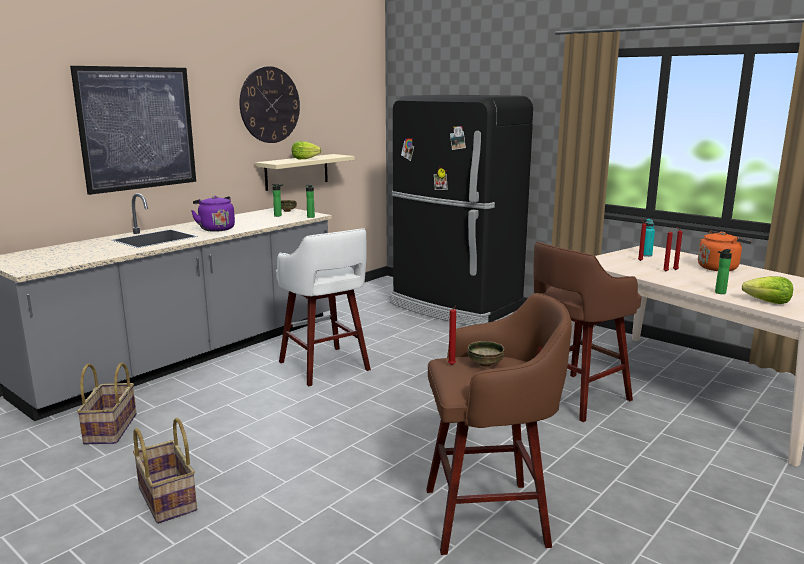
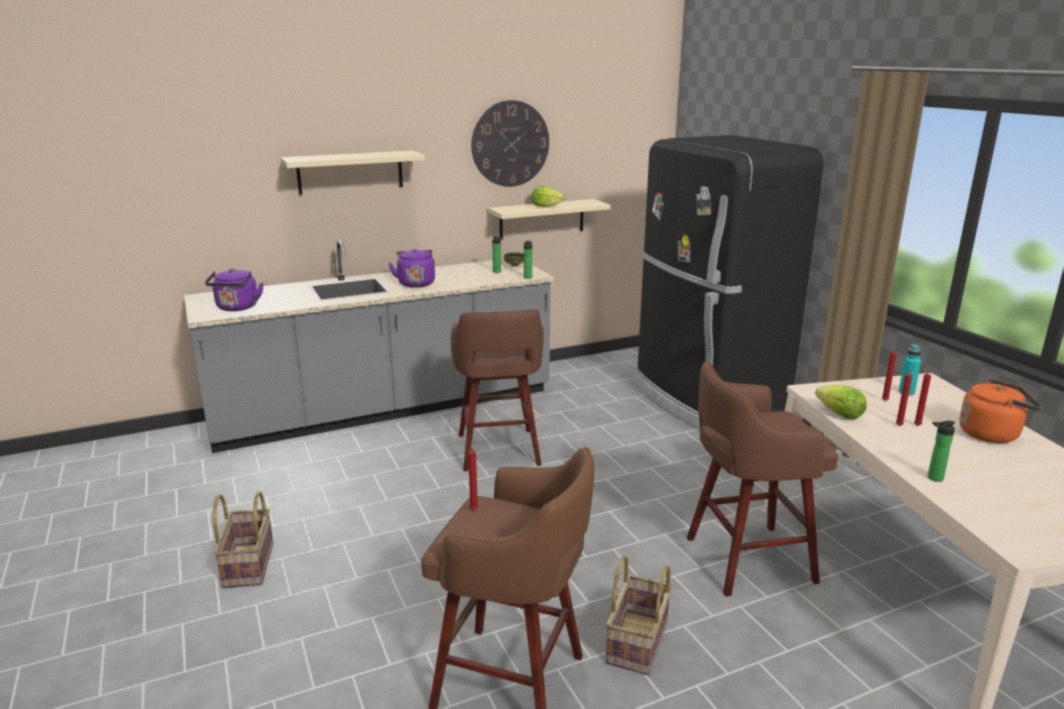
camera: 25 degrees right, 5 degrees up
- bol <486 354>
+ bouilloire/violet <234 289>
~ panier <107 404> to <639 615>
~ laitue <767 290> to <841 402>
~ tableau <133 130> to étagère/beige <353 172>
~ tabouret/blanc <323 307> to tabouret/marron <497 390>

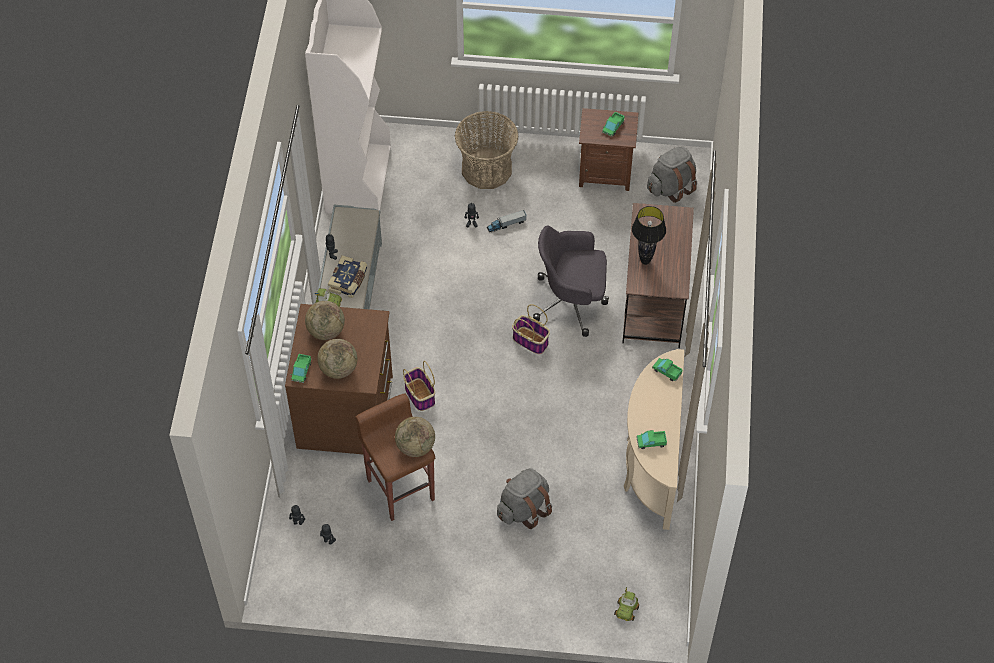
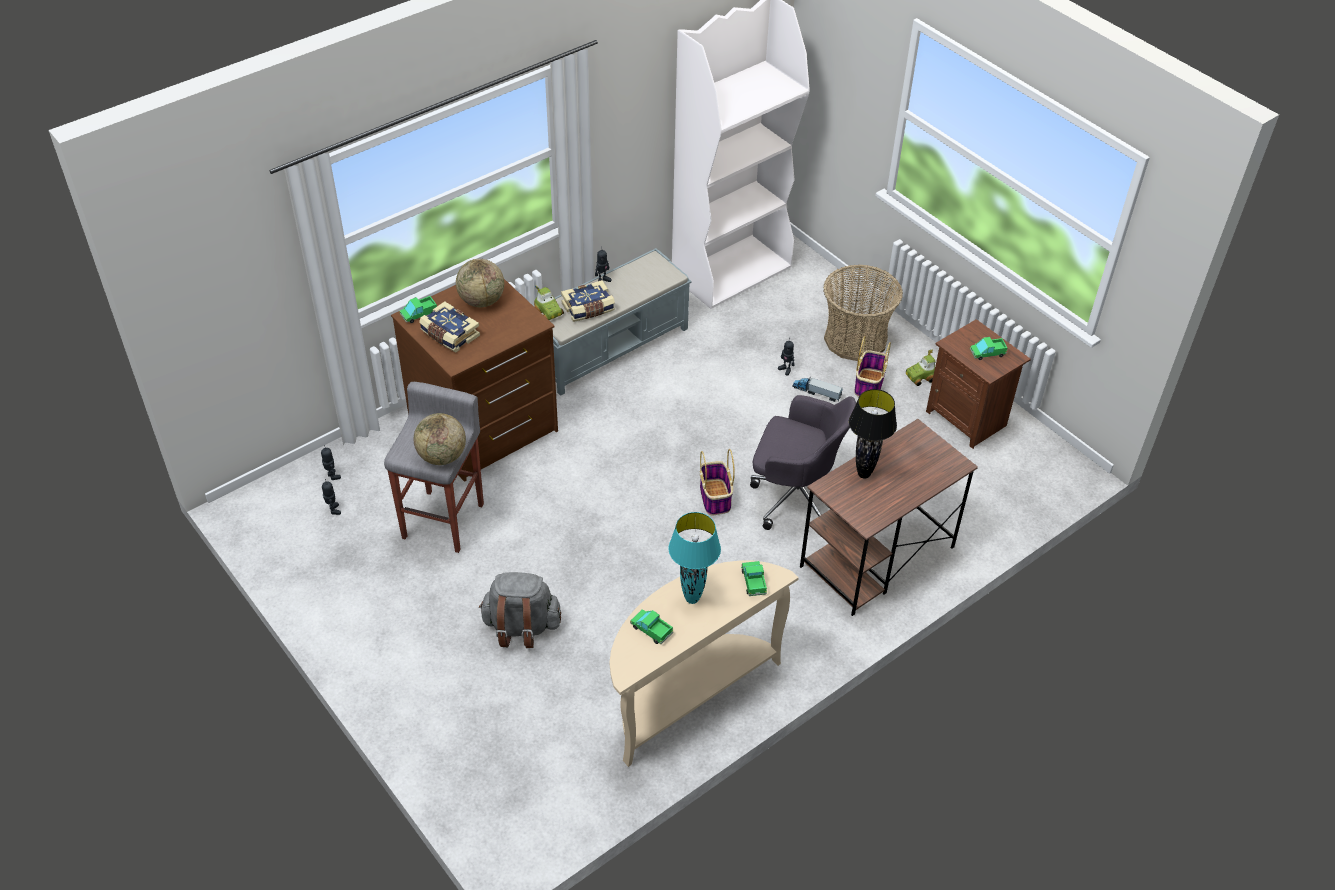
camera: 45 degrees right, 10 degrees down
- sac à dos/gris <672 174>
+ lampe de table/turquoise <694 558>
~ panier <419 386> to <872 366>
~ petite voiture <626 604> to <921 368>
~ globe <337 359> to livre <449 326>
~ tabouret/marron <395 457> to tabouret/gris <434 467>
~ chaise de bureau/gris <571 281> = <803 462> 150 degrees clockwise

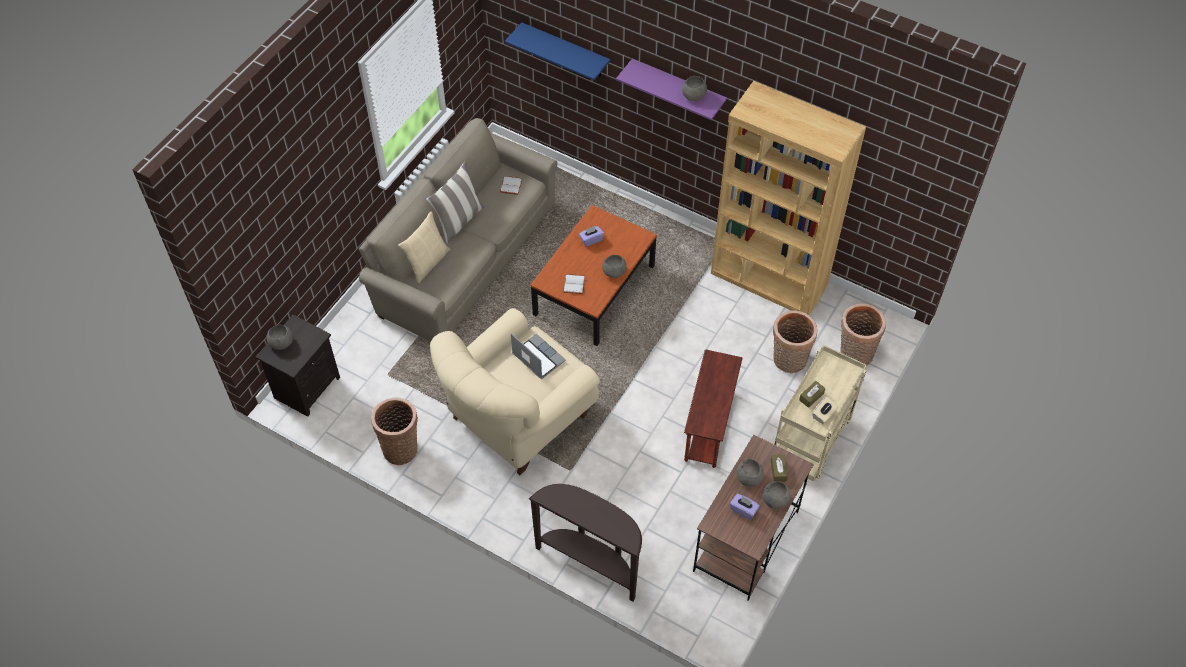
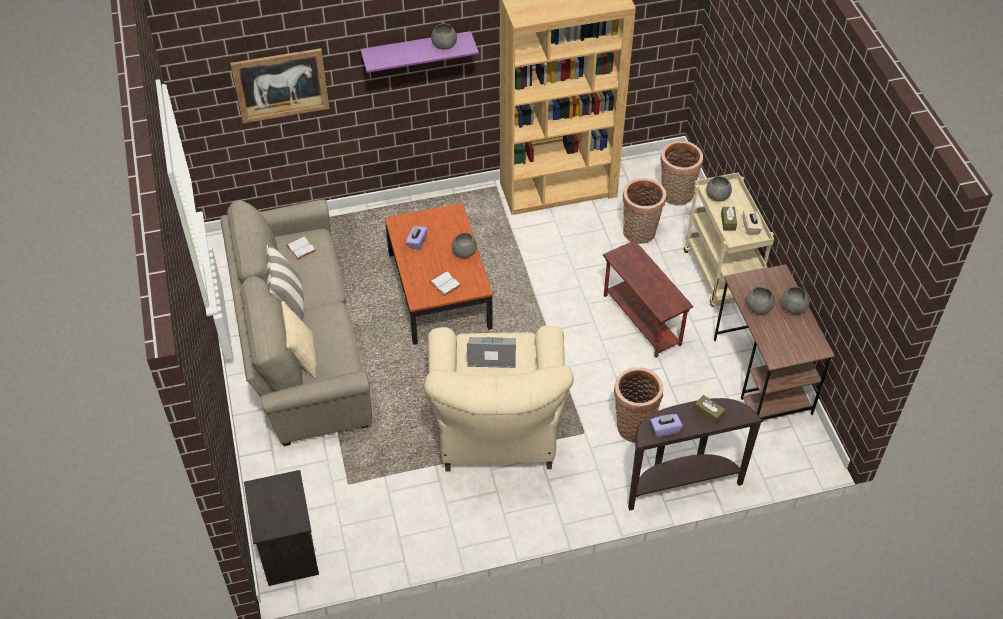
camera: 45 degrees left, 5 degrees down
~ bol/gris <280 337> to <719 189>
~ panier <394 431> to <638 405>
~ boîte à mouchoirs/violet <745 507> to <666 425>
~ boîte à mouchoirs/marron <779 468> to <709 410>
~ étagère/bleu <557 51> to tableau <280 85>

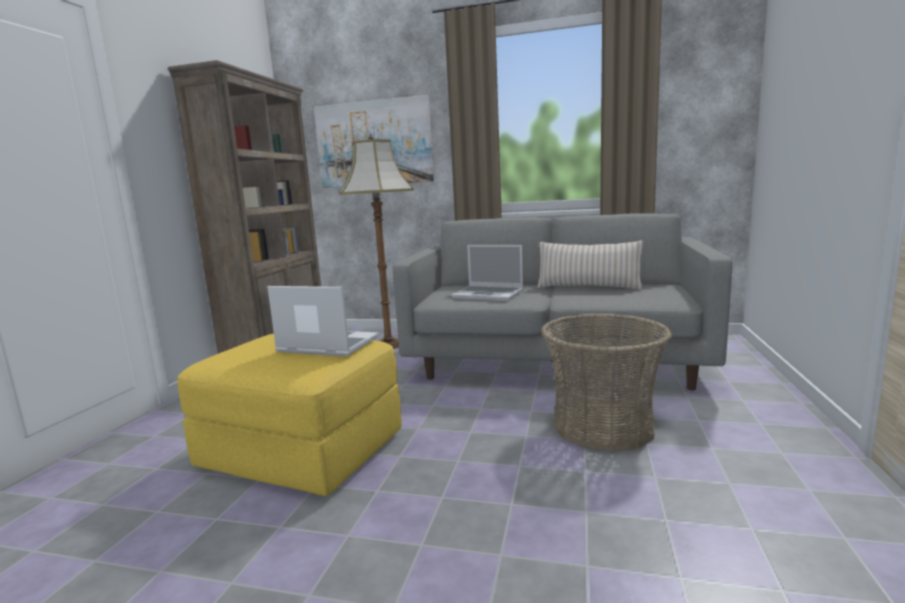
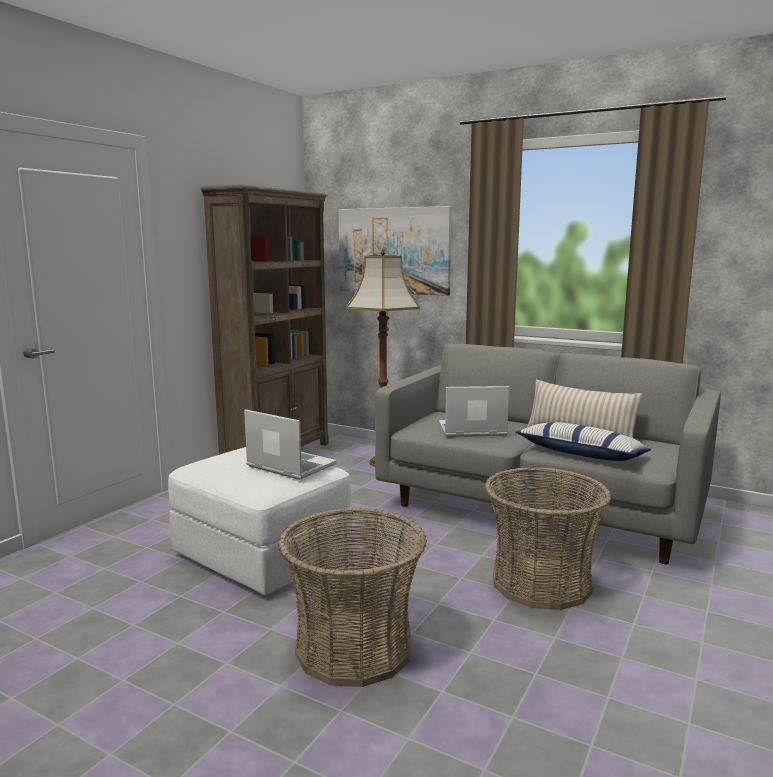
camera: 15 degrees right, 0 degrees up
+ panier <352 597>
+ coussin <583 441>
~ pouf/jaune <290 415> to pouf/blanc <260 521>
~ ordinateur portable <487 273> = <474 411> 135 degrees clockwise

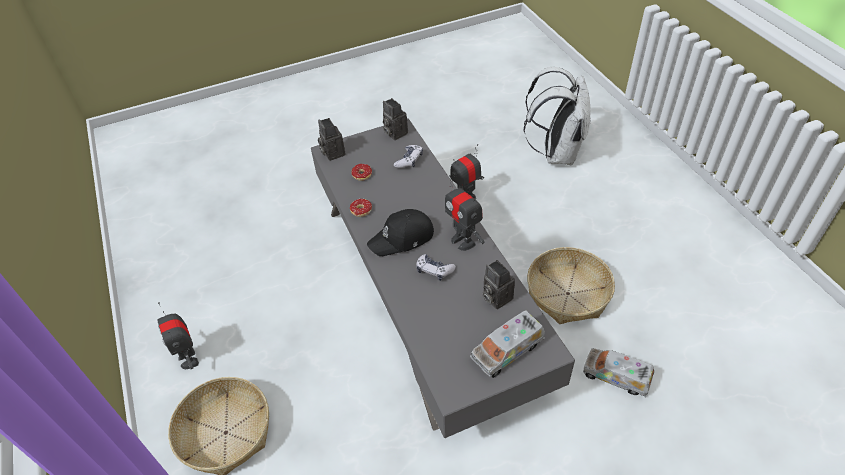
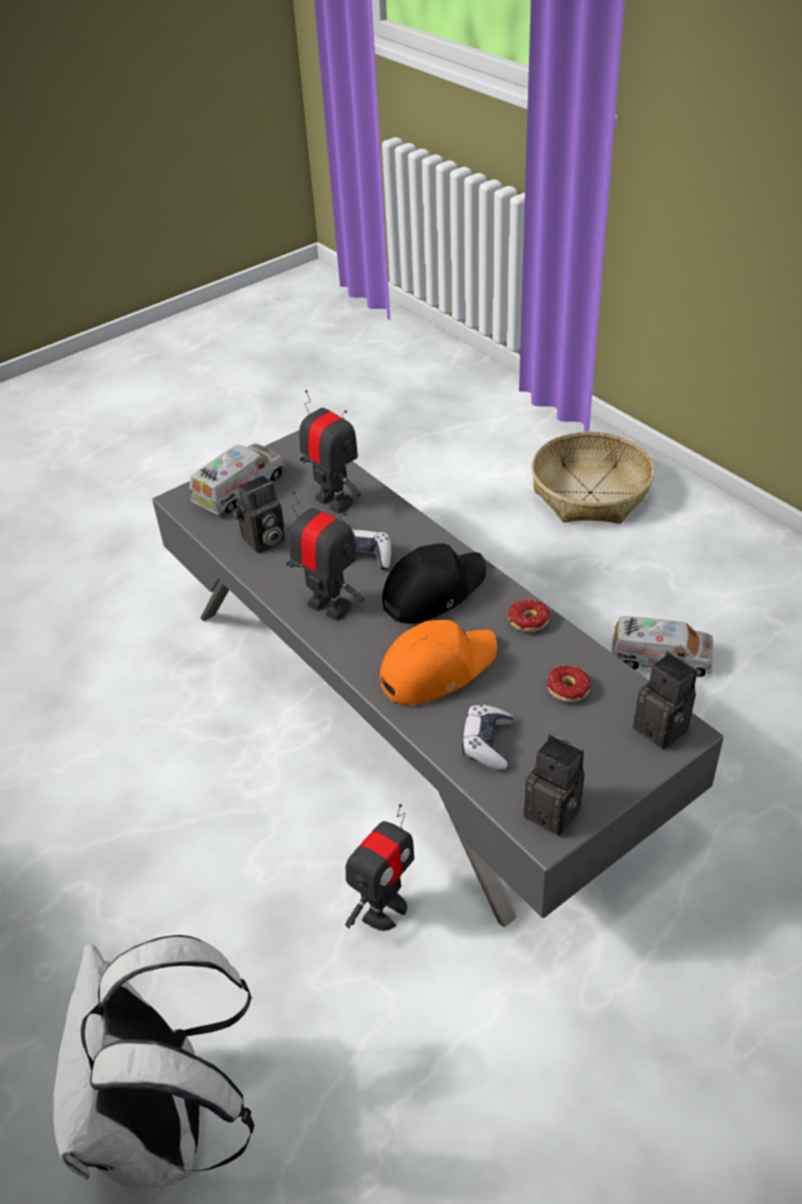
camera: 165 degrees right, 5 degrees down
- panier <571 285>
+ casquette/orange <438 662>
~ robot jouet <178 335> to <330 452>
~ camion jouet <618 372> to <662 646>
~ appareil photo <499 284> = <258 514> 105 degrees clockwise

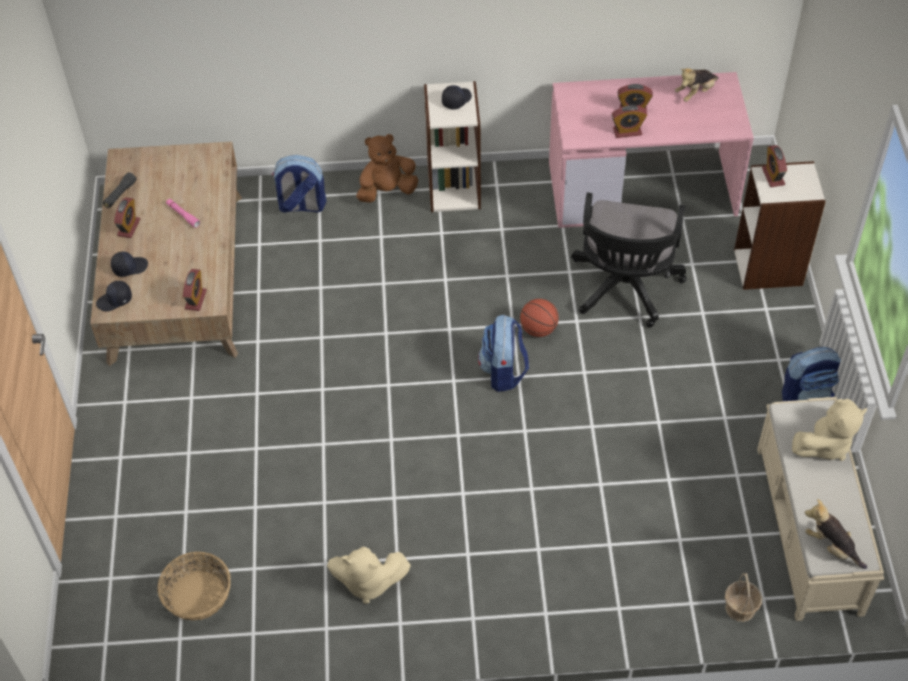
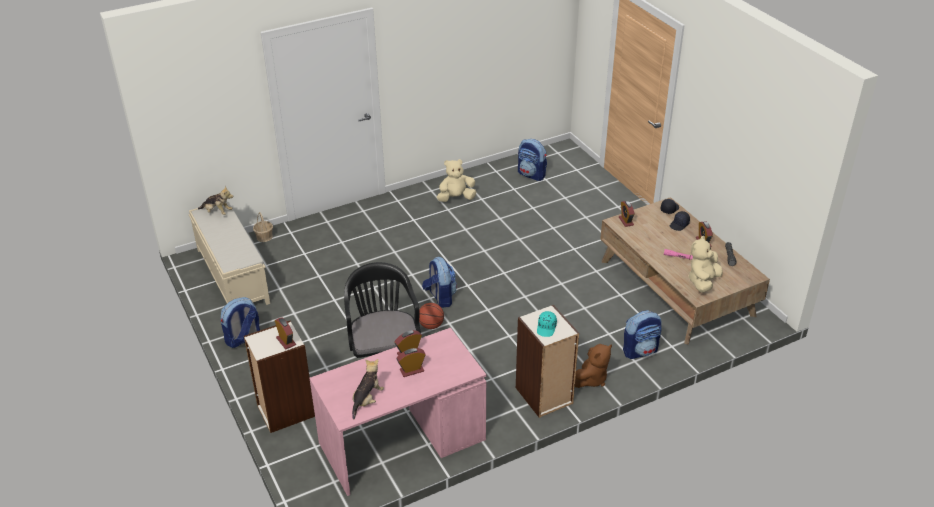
camera: 155 degrees right, 15 degrees down
~ peluche/beige <829 430> to <705 264>
~ panier <194 586> to sac à dos <532 160>
~ casquette/noir <457 97> to casquette/turquoise <547 324>

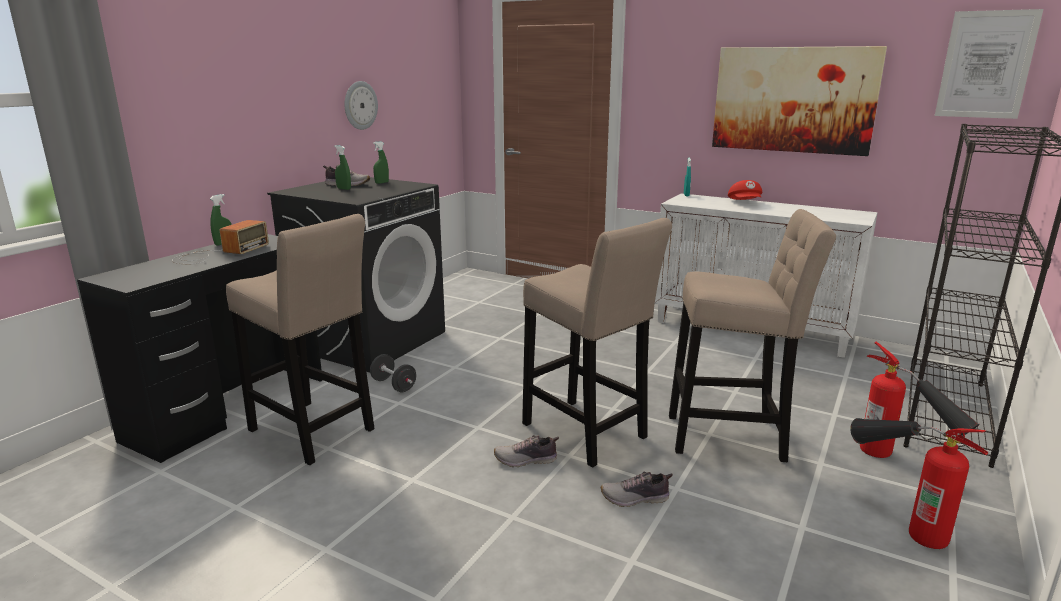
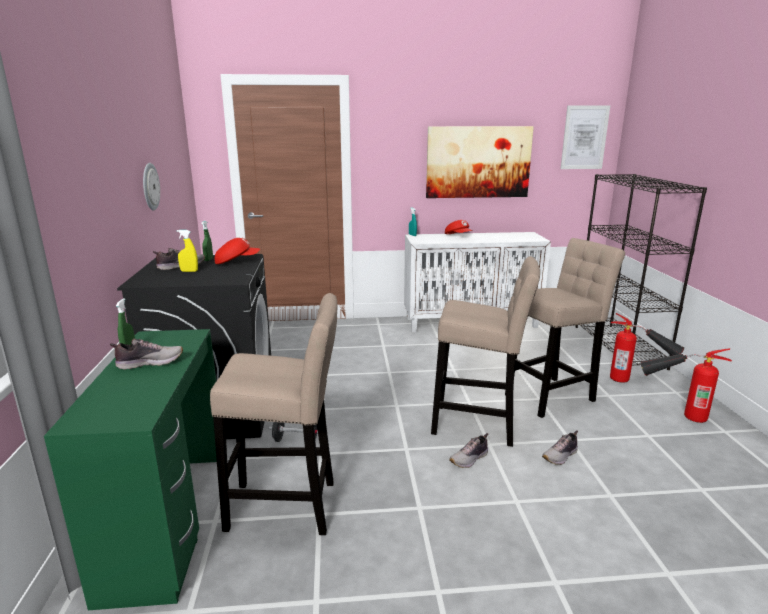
camera: 35 degrees left, 0 degrees up
+ casquette/rouge <237 251>
~ radio <220 242> to chaussure <146 354>
~ bureau/noir <200 348> to bureau/vert <130 469>
~ vaporisateur/vert <342 167> to vaporisateur/jaune <187 251>

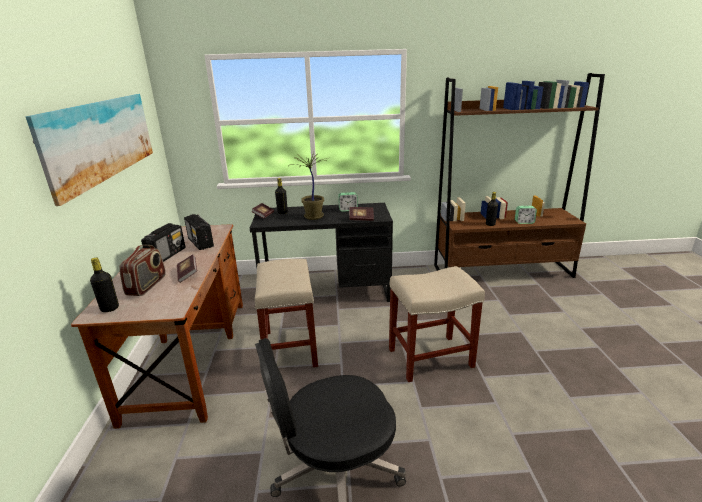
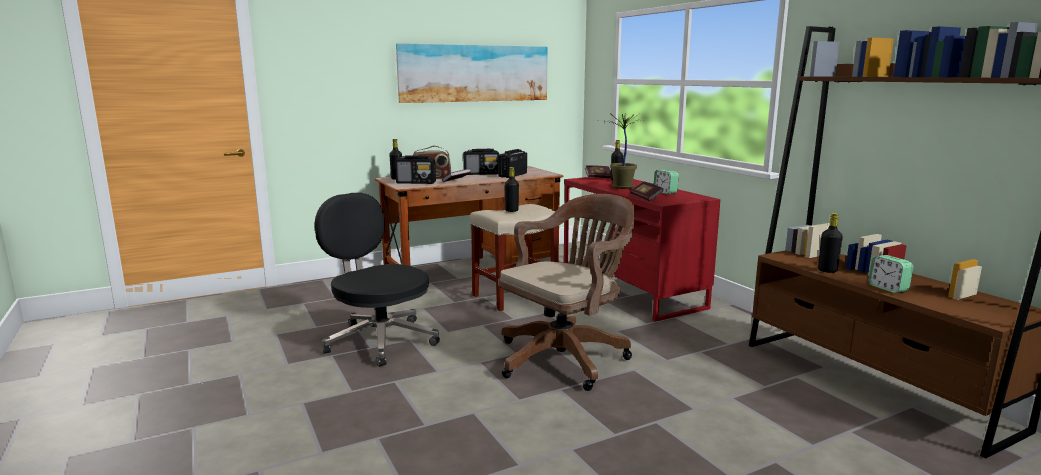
camera: 65 degrees right, 10 degrees down
+ radio <415 169>
+ bouteille/noir <512 189>
~ tabouret/beige <437 324> to chaise de bureau/marron <566 292>
~ bureau/noir <321 252> to bureau/rouge <642 249>

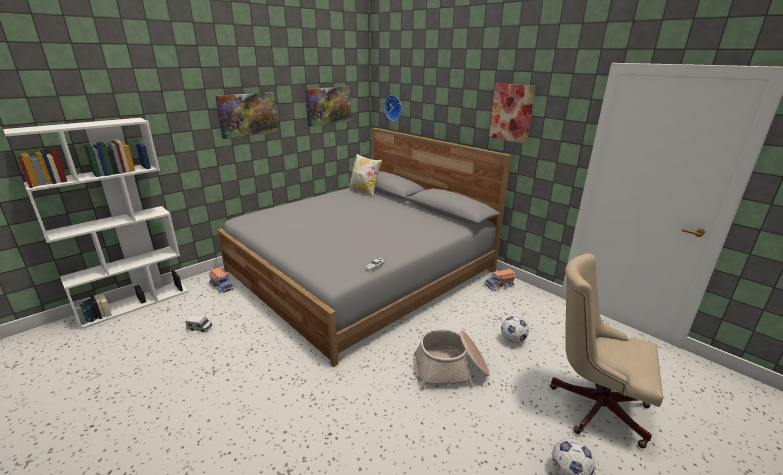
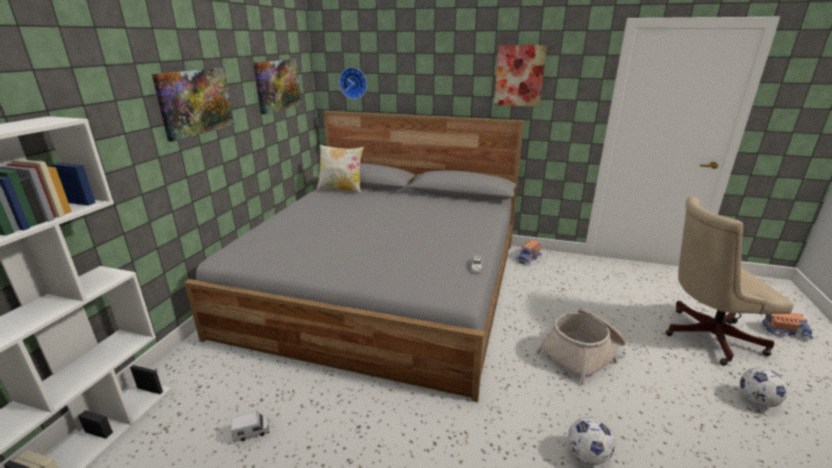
camera: 30 degrees left, 0 degrees up
~ camion jouet <221 280> to <787 326>
~ ballon de foot <515 329> to <591 441>

